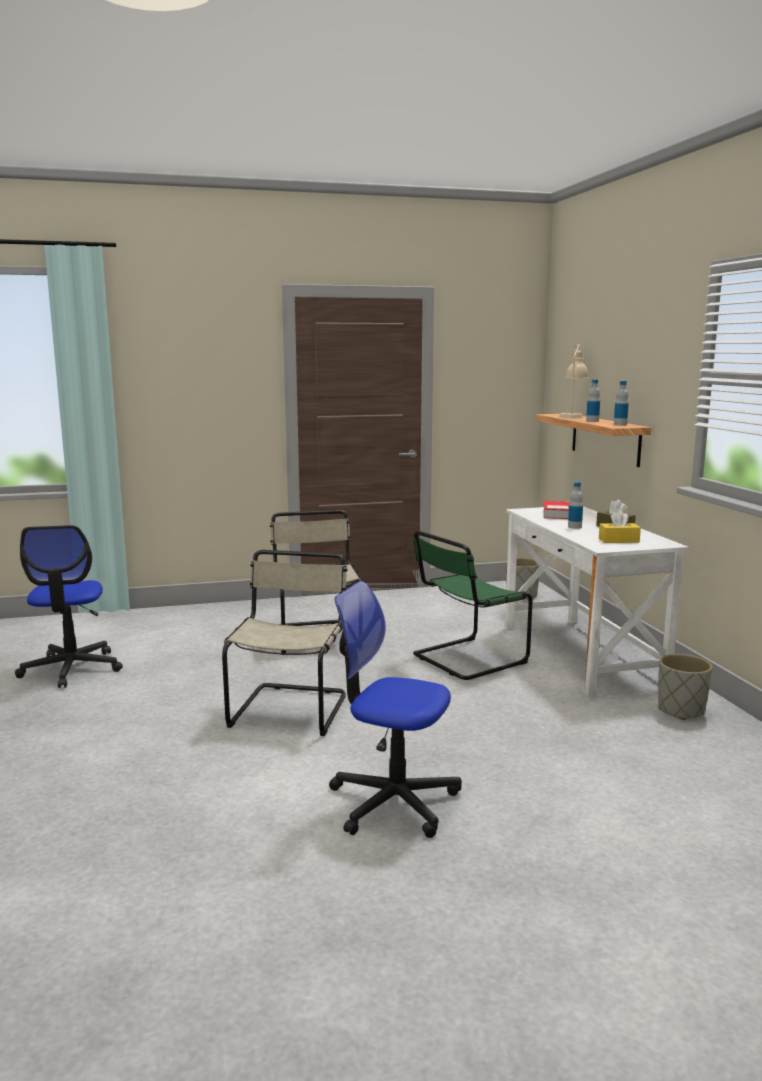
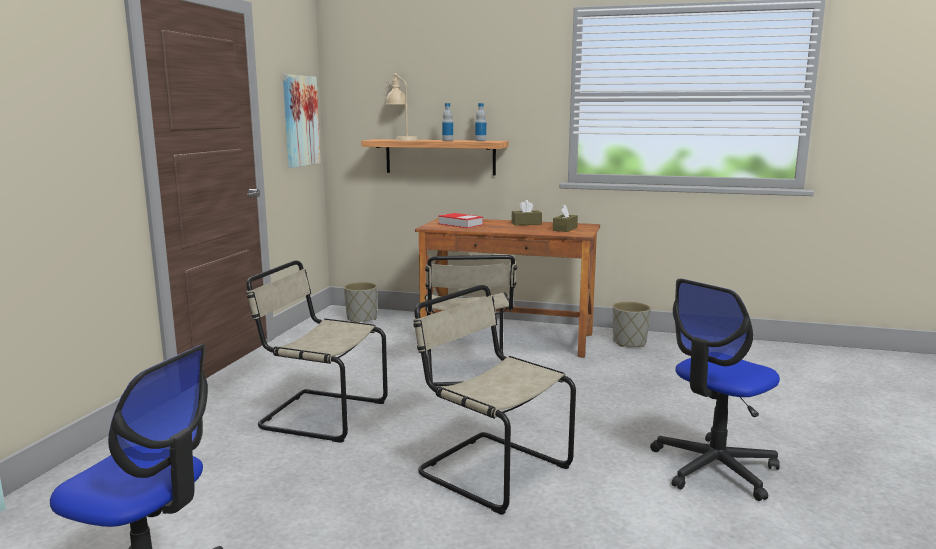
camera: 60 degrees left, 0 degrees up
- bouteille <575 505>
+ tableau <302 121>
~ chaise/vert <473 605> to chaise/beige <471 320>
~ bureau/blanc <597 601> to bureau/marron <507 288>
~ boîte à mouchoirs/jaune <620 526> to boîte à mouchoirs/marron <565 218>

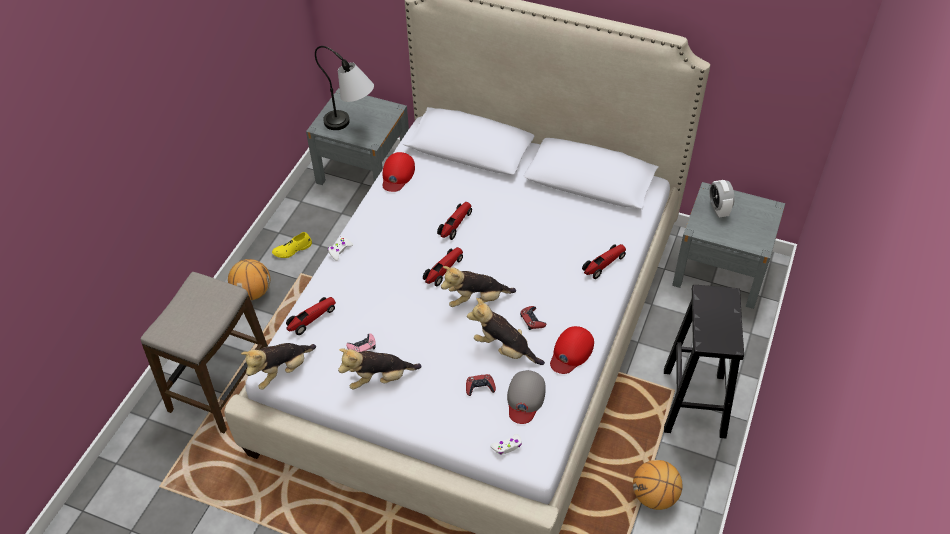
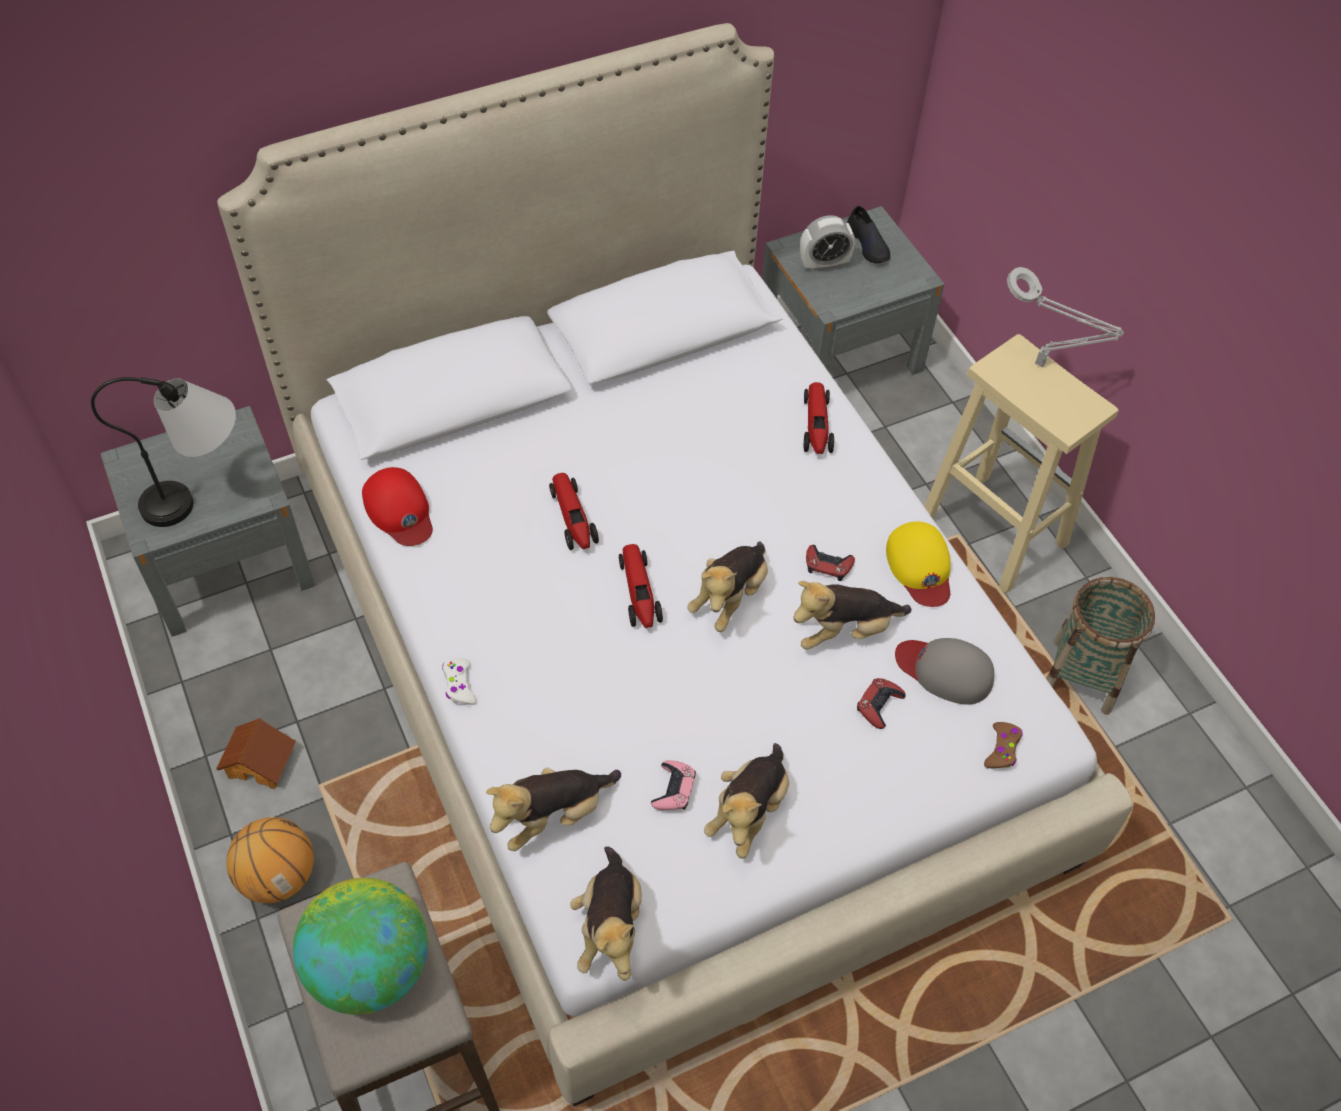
camera: 50 degrees left, 5 degrees up
+ globe <360 946>
+ chaussure/noir <868 235>
+ lampe de table/gris <1065 317>
~ chaussure/jaune <292 245> to maison miniature <256 753>
~ petite voiture <311 316> to peluche <553 809>
~ ballon de basket <658 485> to panier <1100 646>
~ manette/blanc <506 444> to manette/marron <1003 745>
~ casquette/rouge <572 350> to casquette/jaune <918 564>
~ tabouret/noir <704 361> to tabouret/beige <1021 463>
~ casquette/gris <526 397> = <944 671> 150 degrees clockwise
~ réveil <722 199> = <827 243> 45 degrees counterclockwise

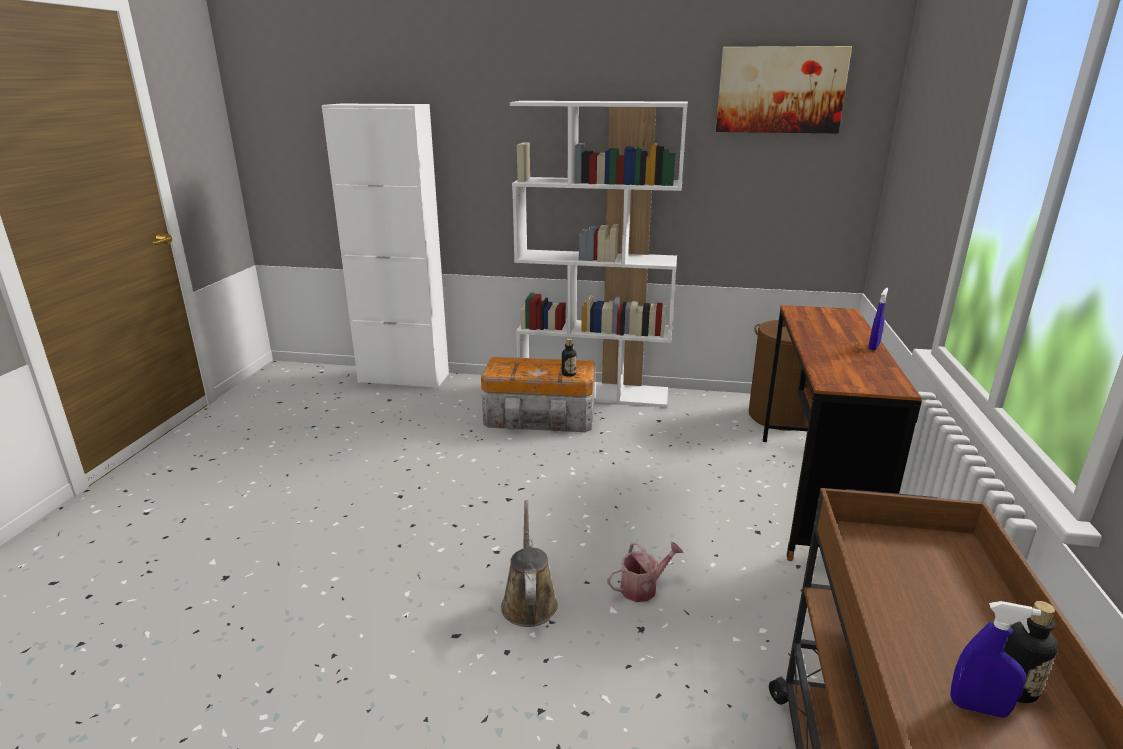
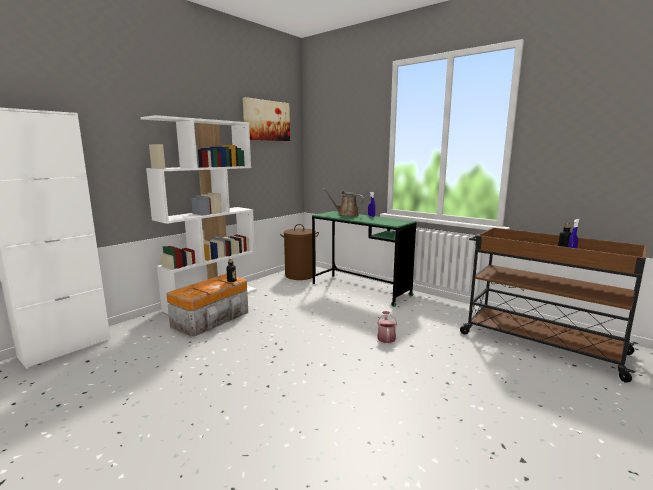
camera: 60 degrees left, 10 degrees down
~ arrosoir/marron <529 563> to <343 202>
~ bureau/marron <842 433> to bureau/vert <364 259>

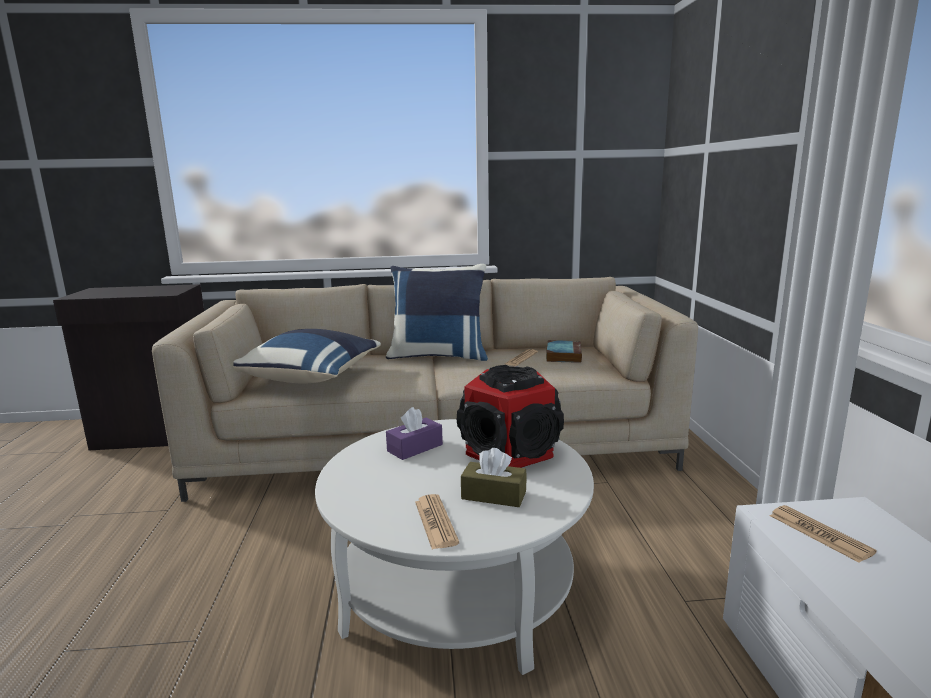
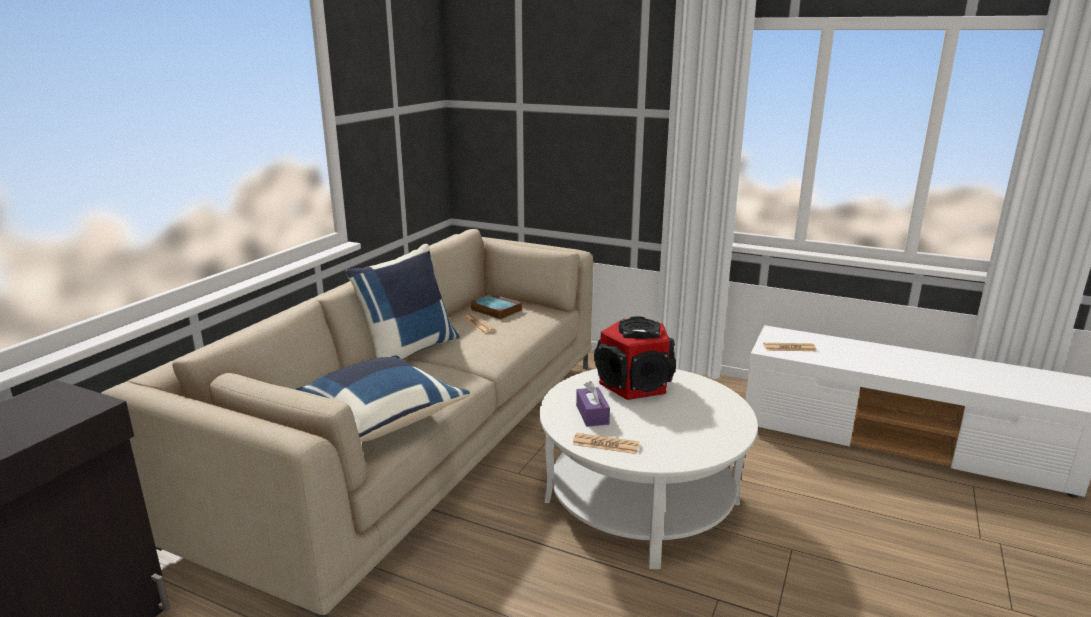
camera: 60 degrees left, 5 degrees up
- boîte à mouchoirs/marron <493 477>
~ journal <437 522> to <606 443>

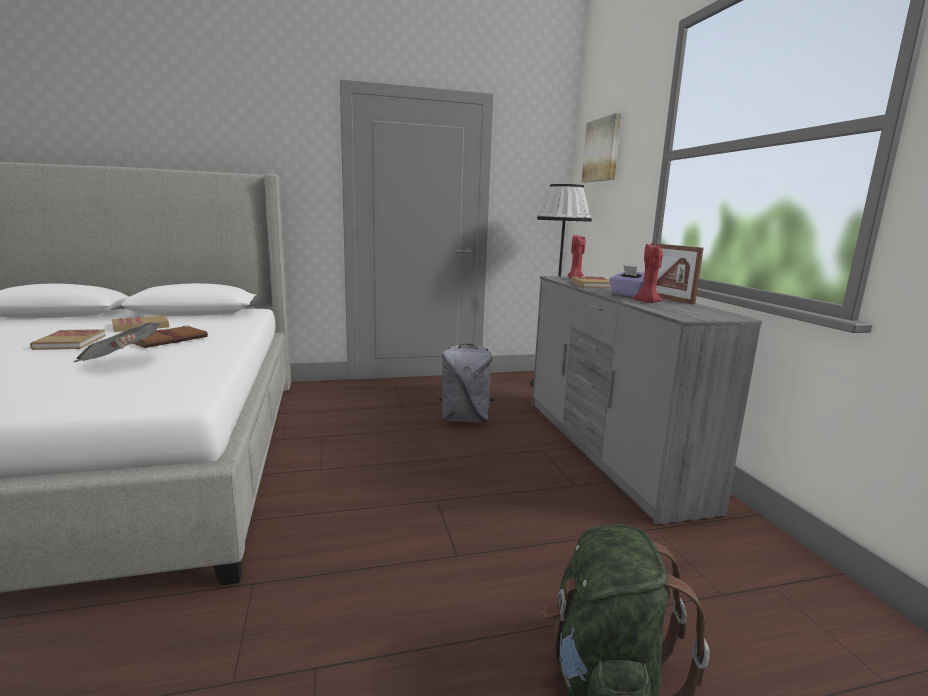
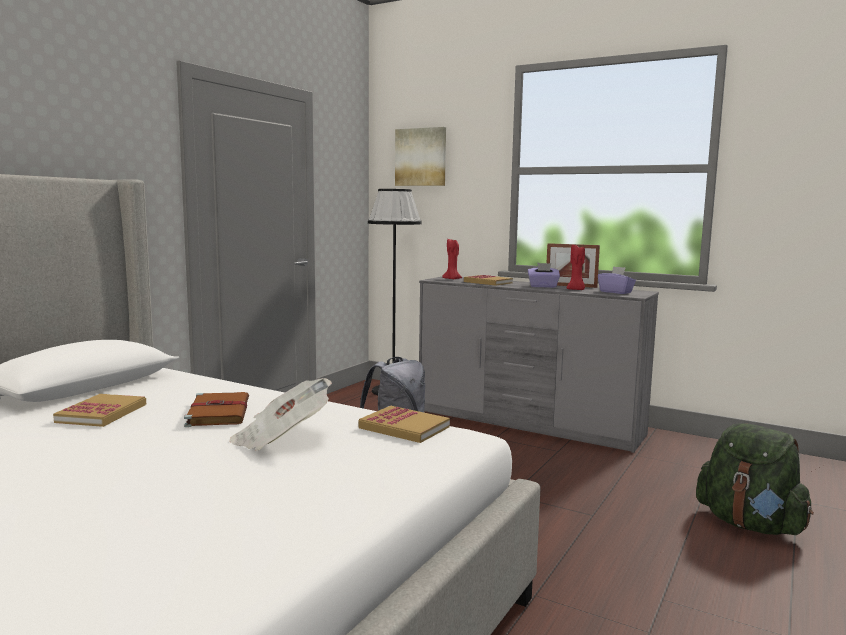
camera: 45 degrees left, 5 degrees down
+ boîte à mouchoirs/violet <617 280>
~ livre <67 339> to <404 424>

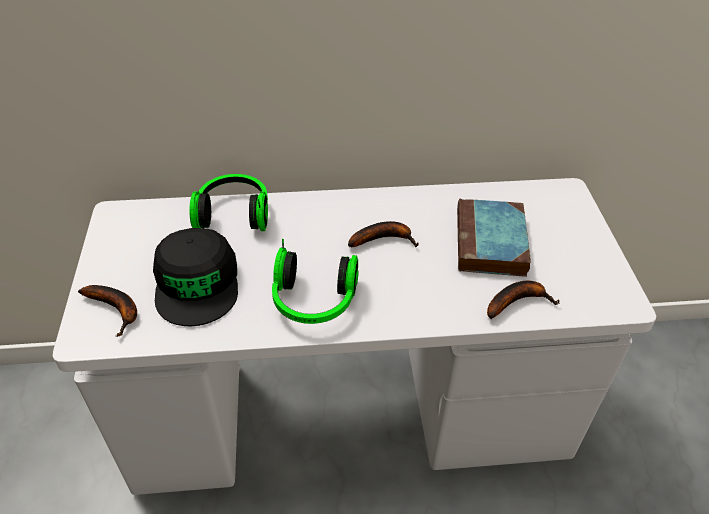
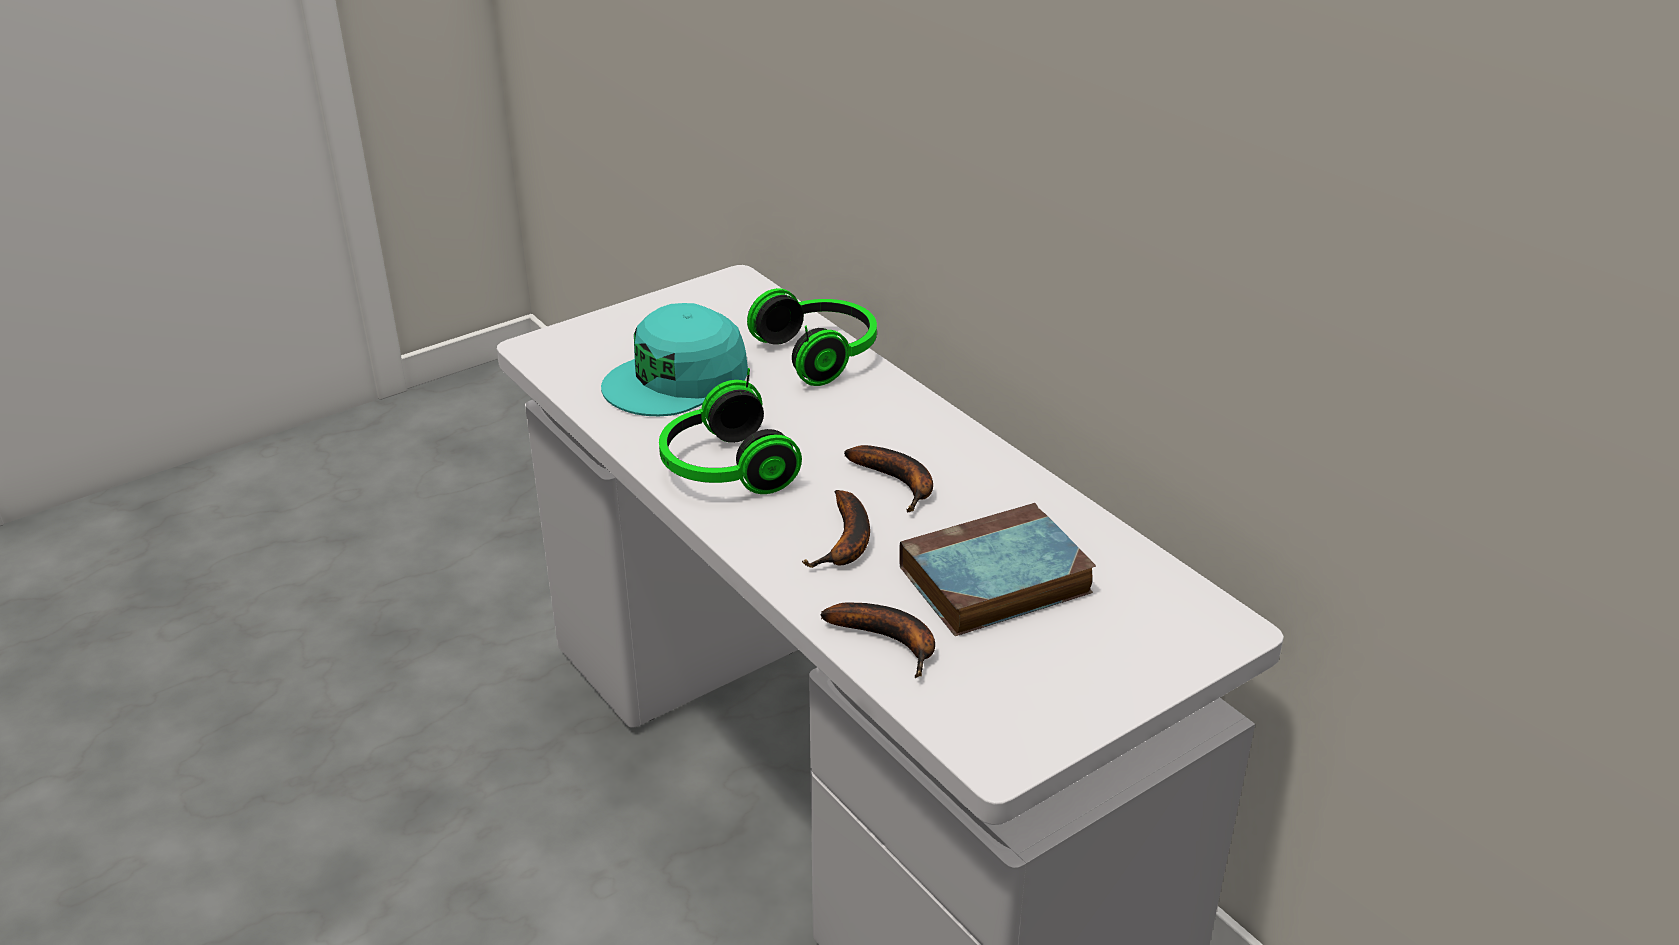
camera: 60 degrees right, 10 degrees down
~ banane <107 311> to <836 529>
~ casquette/noir <195 277> to casquette/turquoise <674 359>

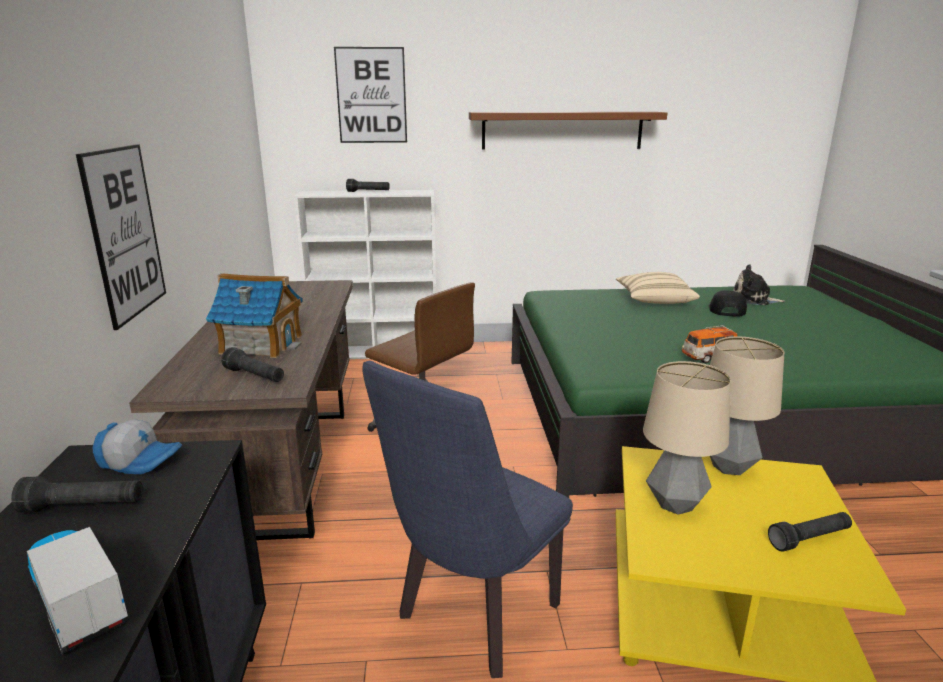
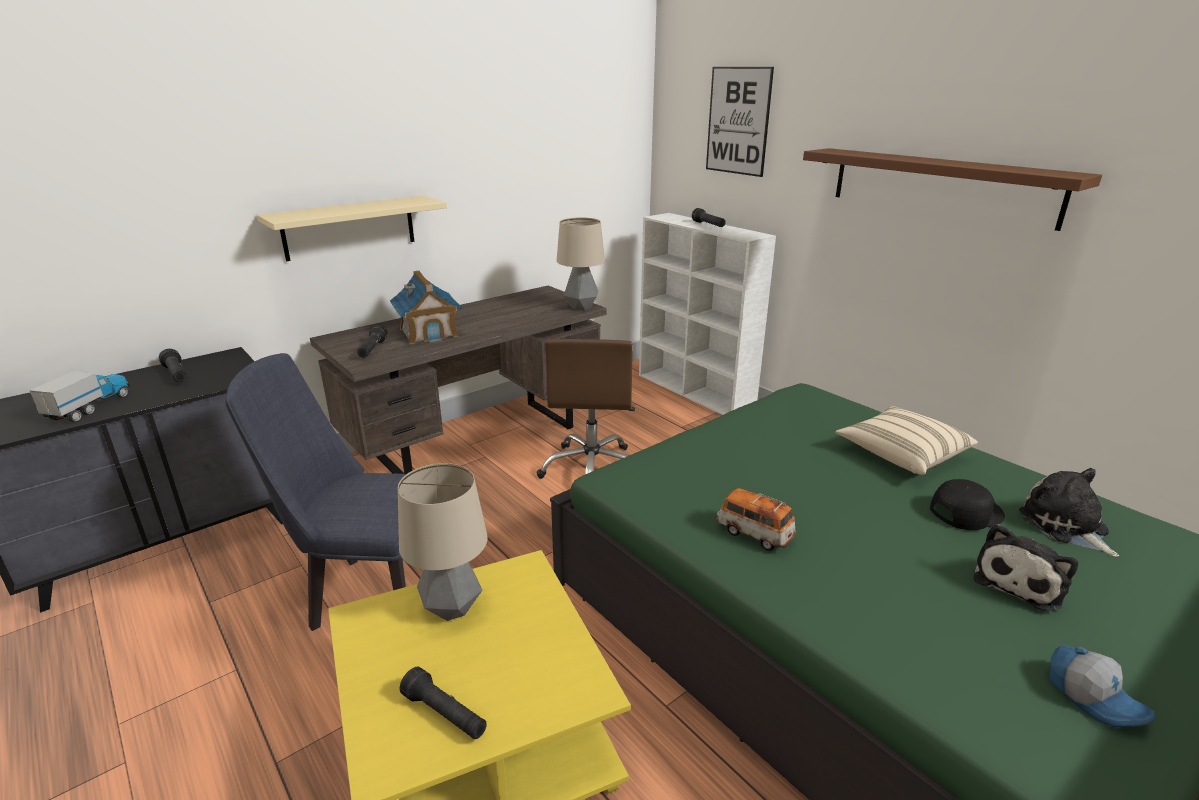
camera: 55 degrees right, 5 degrees up
+ peluche <1026 568>
~ casquette <137 447> to <1102 686>
~ lampe de table <747 405> to <581 263>
~ tableau <121 237> to étagère/beige <352 228>

